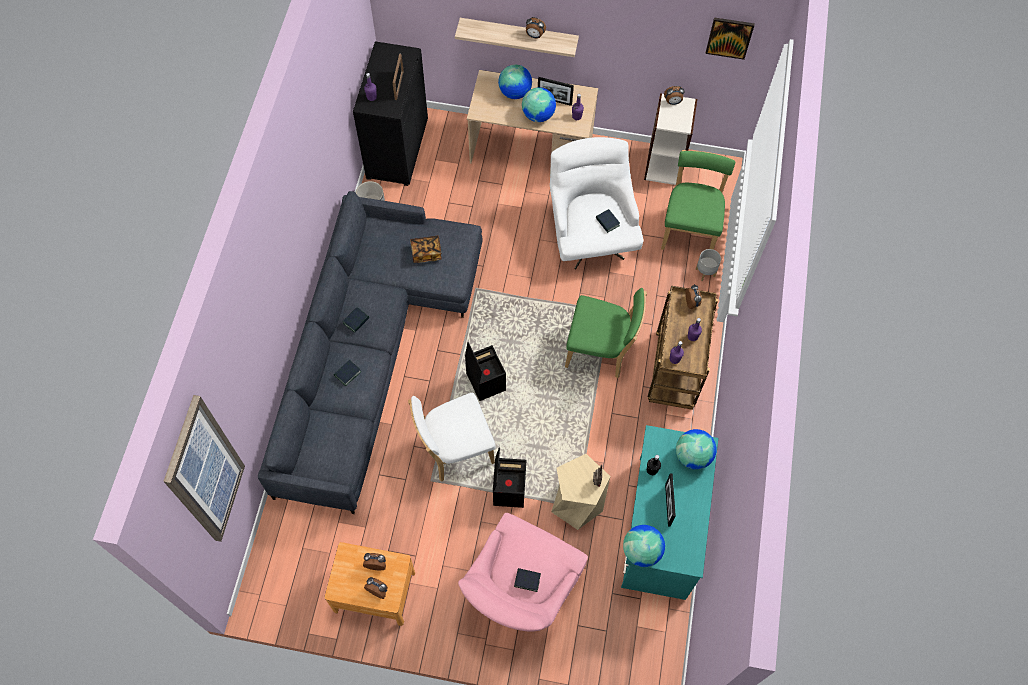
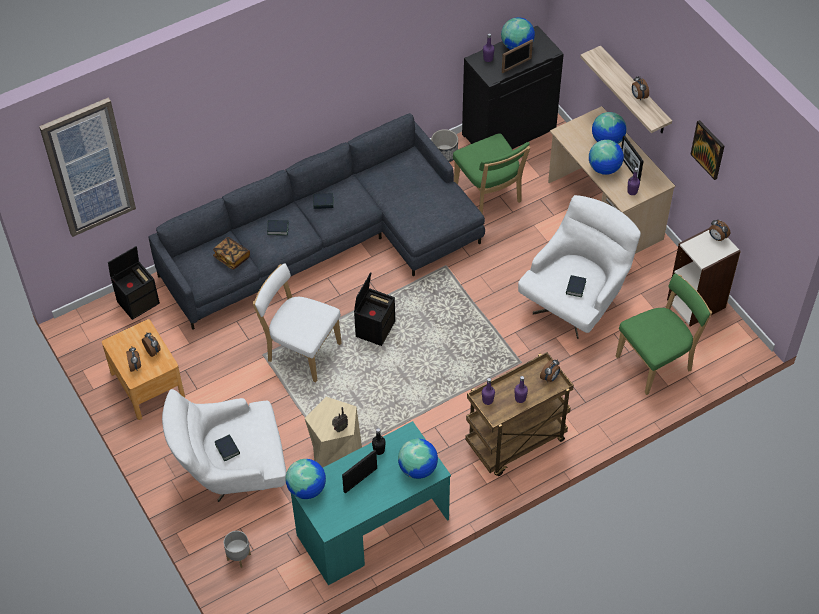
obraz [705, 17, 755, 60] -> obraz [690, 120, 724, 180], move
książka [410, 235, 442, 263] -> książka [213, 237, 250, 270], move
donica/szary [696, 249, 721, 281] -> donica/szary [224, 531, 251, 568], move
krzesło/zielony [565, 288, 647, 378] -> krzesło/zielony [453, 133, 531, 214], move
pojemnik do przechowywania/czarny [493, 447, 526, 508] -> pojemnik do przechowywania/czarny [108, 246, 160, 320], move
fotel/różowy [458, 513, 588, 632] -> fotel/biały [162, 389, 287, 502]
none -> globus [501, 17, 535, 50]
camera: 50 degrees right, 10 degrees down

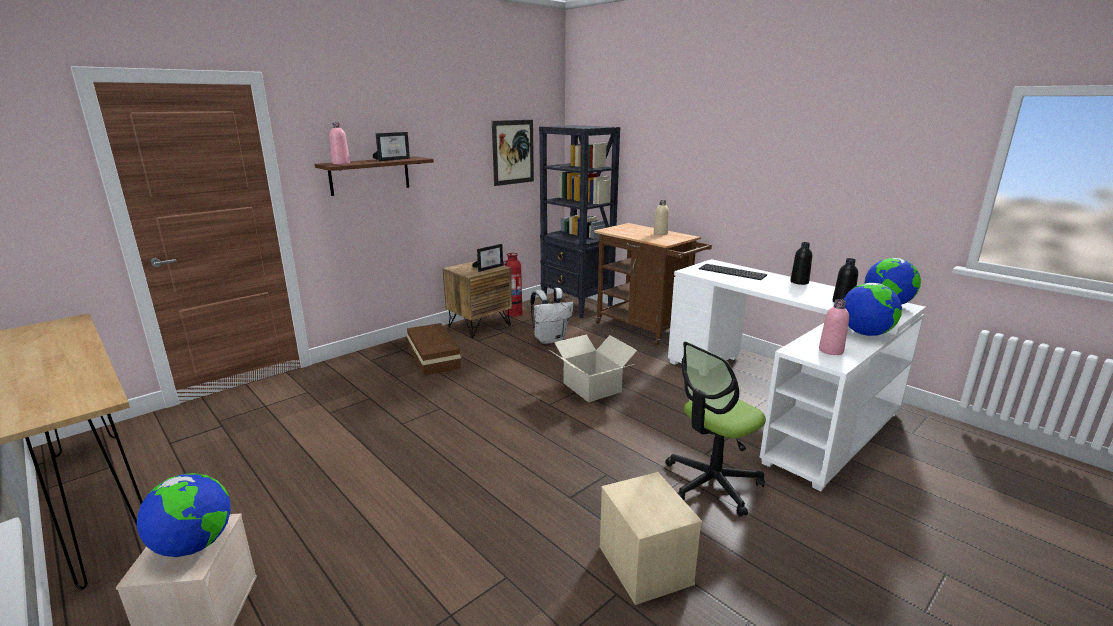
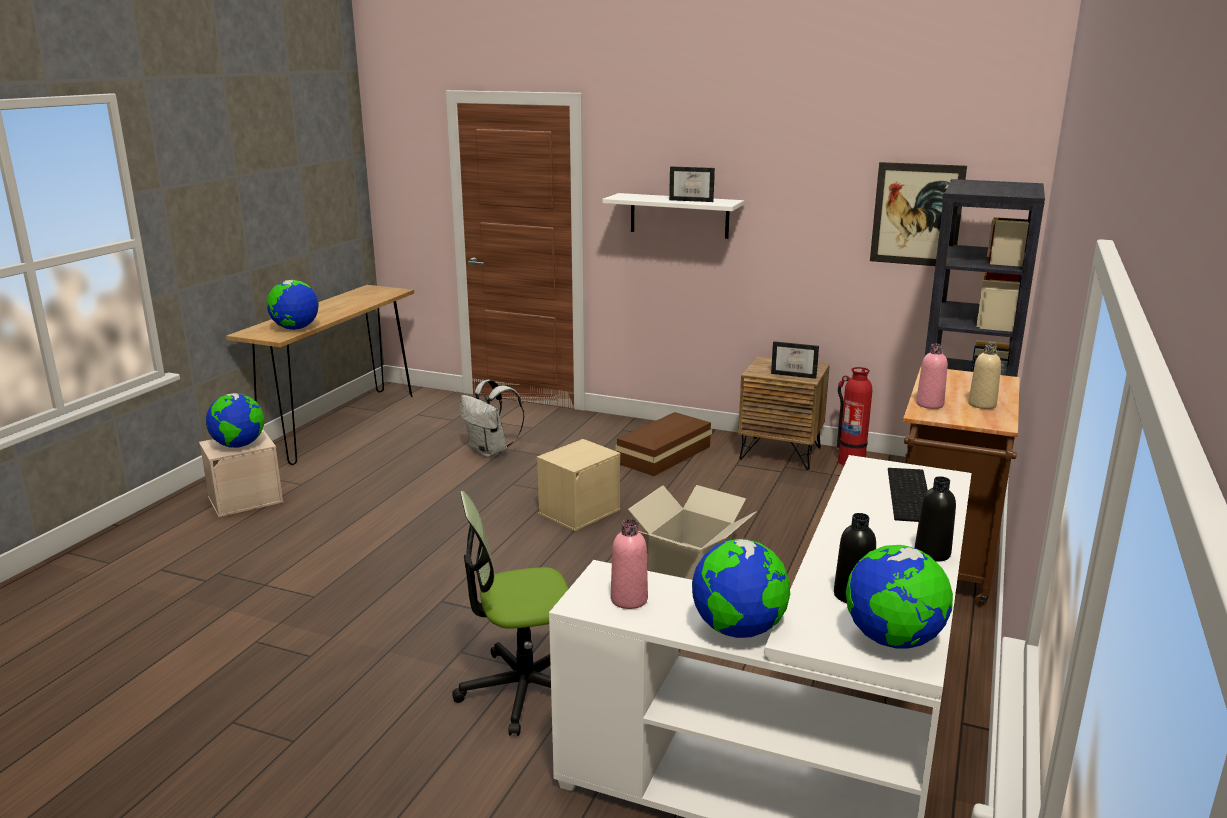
butelka/różowy [329, 122, 350, 165] -> butelka/różowy [916, 344, 948, 409], move
półka/brązowy [315, 157, 434, 196] -> półka/biały [602, 193, 744, 239]
plecak/biały [530, 288, 574, 344] -> plecak/biały [460, 380, 524, 458], move
krzesło biurowe [665, 341, 766, 517] -> krzesło biurowe [452, 491, 569, 736], 45 degrees counterclockwise
pojemnik do przechowywania/beżowy [599, 472, 702, 605] -> pojemnik do przechowywania/beżowy [537, 439, 621, 531], move
none -> globus [267, 280, 319, 330]
camera: 65 degrees right, 0 degrees up

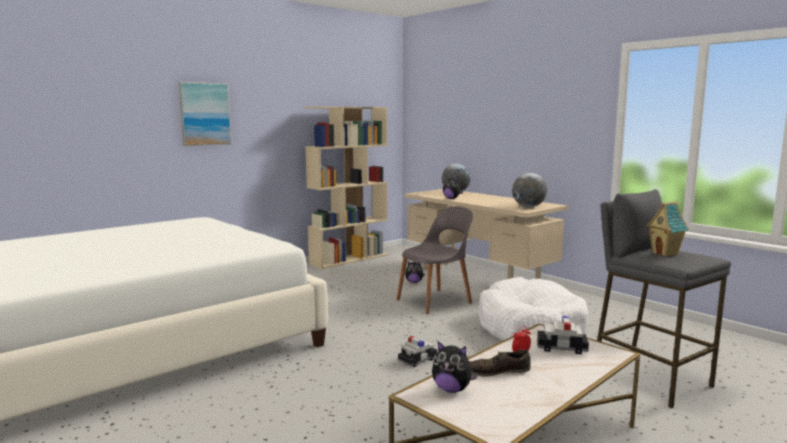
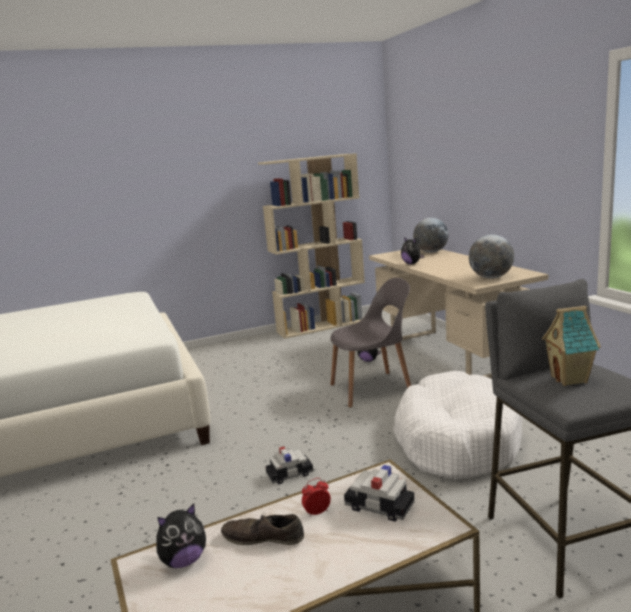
obraz [178, 82, 232, 146] -> none
pluszak [432, 341, 478, 393] -> pluszak [156, 504, 206, 568], 75 degrees counterclockwise
camera: 20 degrees right, 5 degrees up

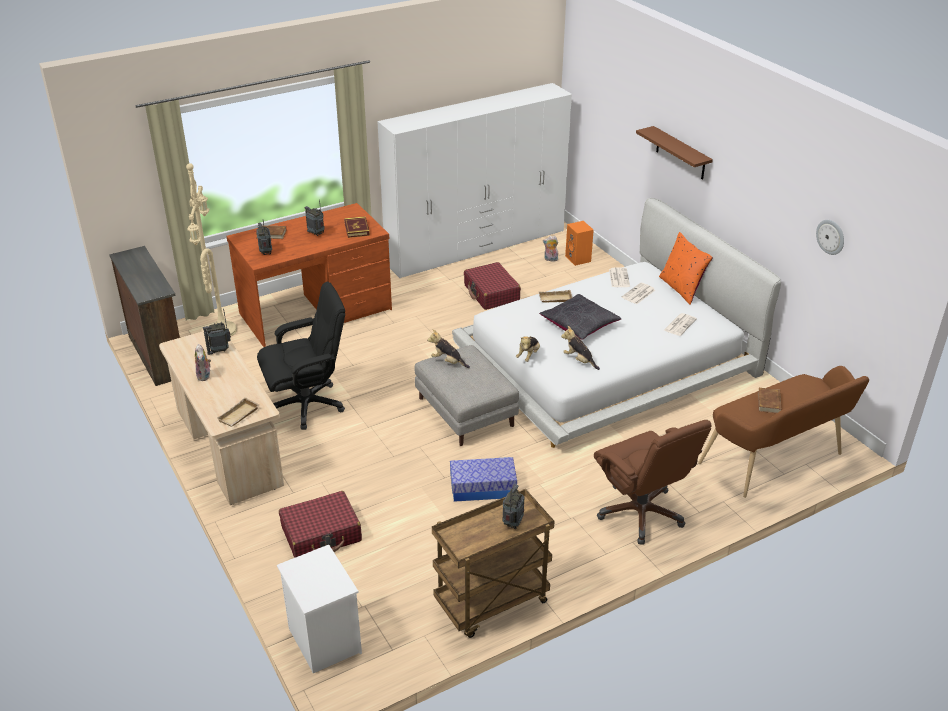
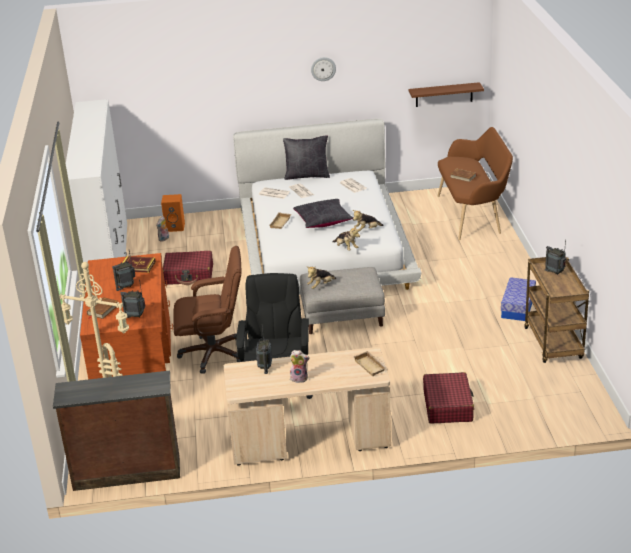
półka/brązowy [636, 126, 713, 179] -> półka/brązowy [409, 82, 484, 107], move
zegar ścienny [816, 220, 844, 255] -> zegar ścienny [311, 57, 336, 81], move
poduszka/pomarańczowy [659, 232, 713, 305] -> poduszka/czarny [283, 136, 330, 180]
krzesło biurowe/brązowy [594, 420, 712, 545] -> krzesło biurowe/brązowy [173, 246, 242, 374], move
pojemnik do przechowywania [450, 457, 517, 502] -> pojemnik do przechowywania [501, 277, 536, 321], move
szafka nocna/biały [277, 545, 362, 673] -> none
camera: 65 degrees left, 5 degrees down

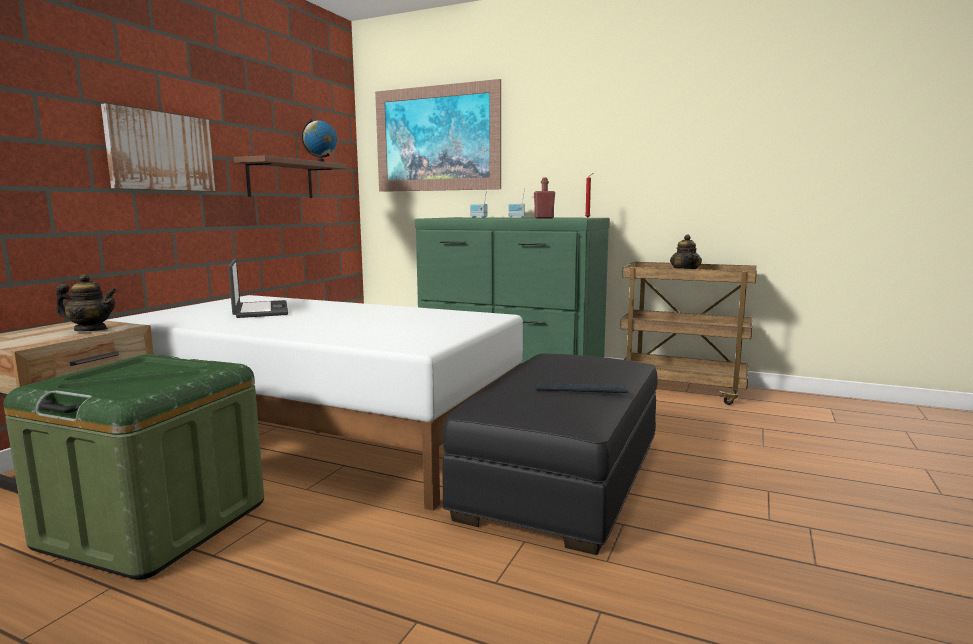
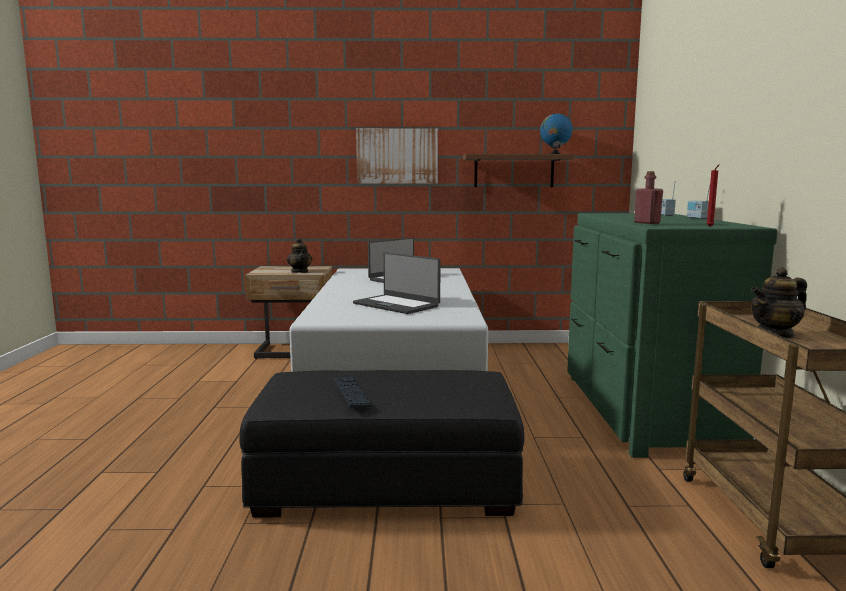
obraz [375, 79, 501, 192] -> none
pojemnik do przechowywania/zielony [4, 354, 264, 580] -> none
none -> laptop [353, 252, 440, 314]
camera: 65 degrees right, 0 degrees up

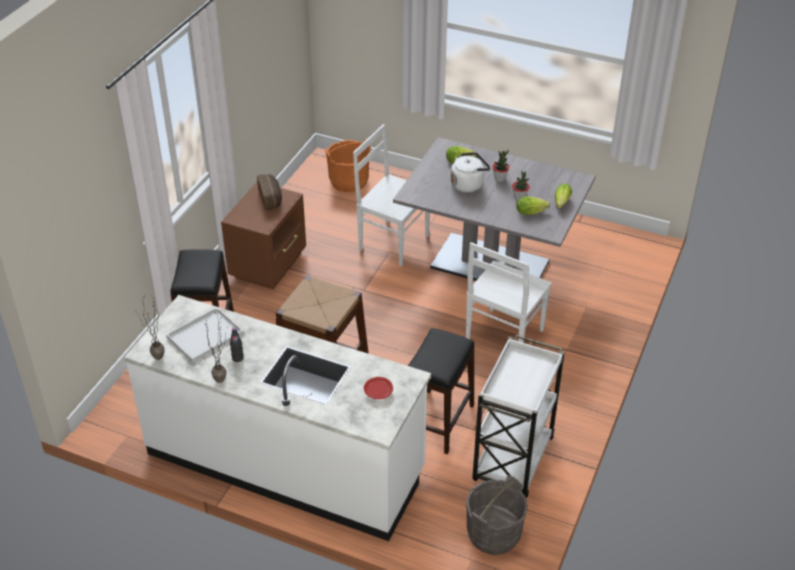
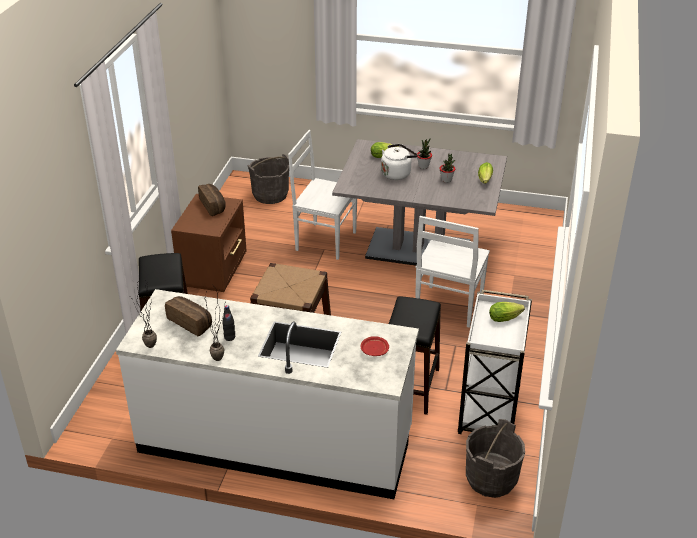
wiadro/pomarańczowy [325, 139, 371, 192] -> wiadro/szary [247, 154, 289, 204]
sałata [517, 197, 550, 215] -> sałata [489, 302, 525, 322], move
taca/biały [166, 307, 244, 363] -> chleb [165, 296, 212, 336]
camera: 10 degrees left, 5 degrees down

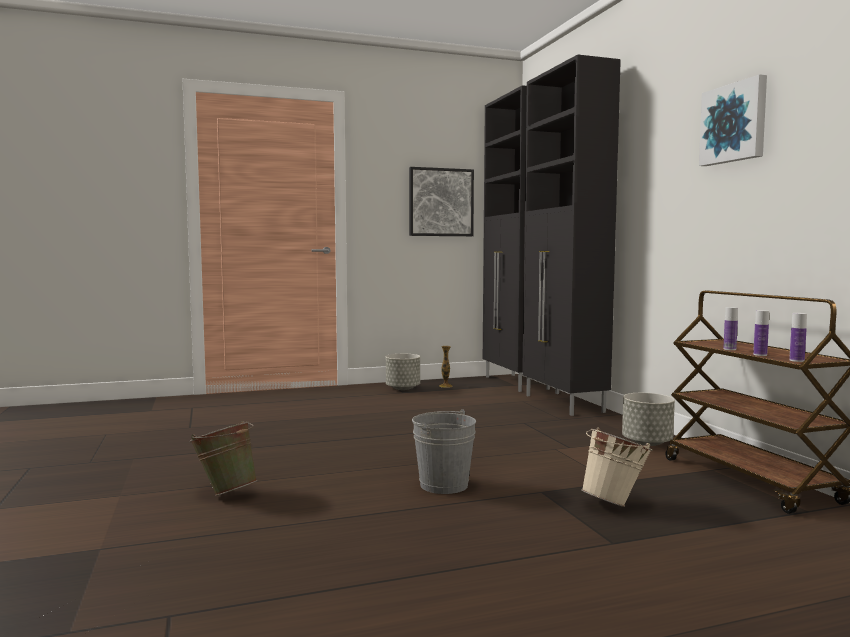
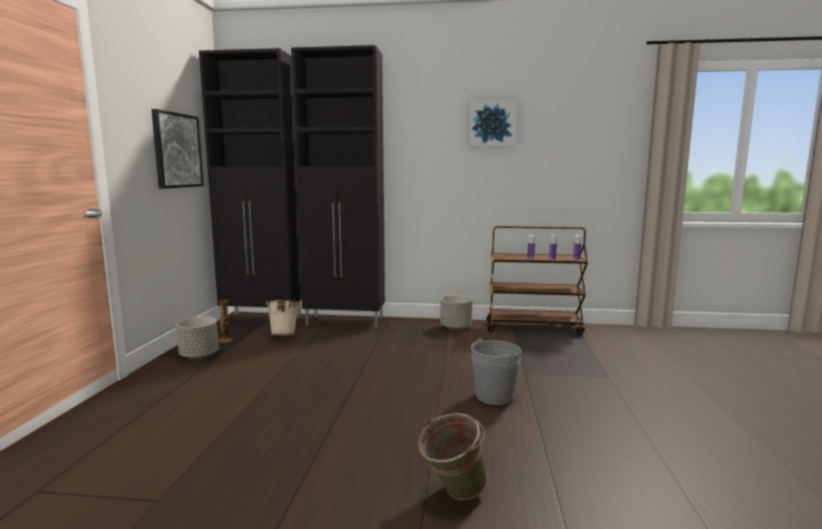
wiadro/beżowy [581, 428, 653, 507] -> wiadro/beżowy [265, 300, 301, 336], move
camera: 65 degrees left, 5 degrees up

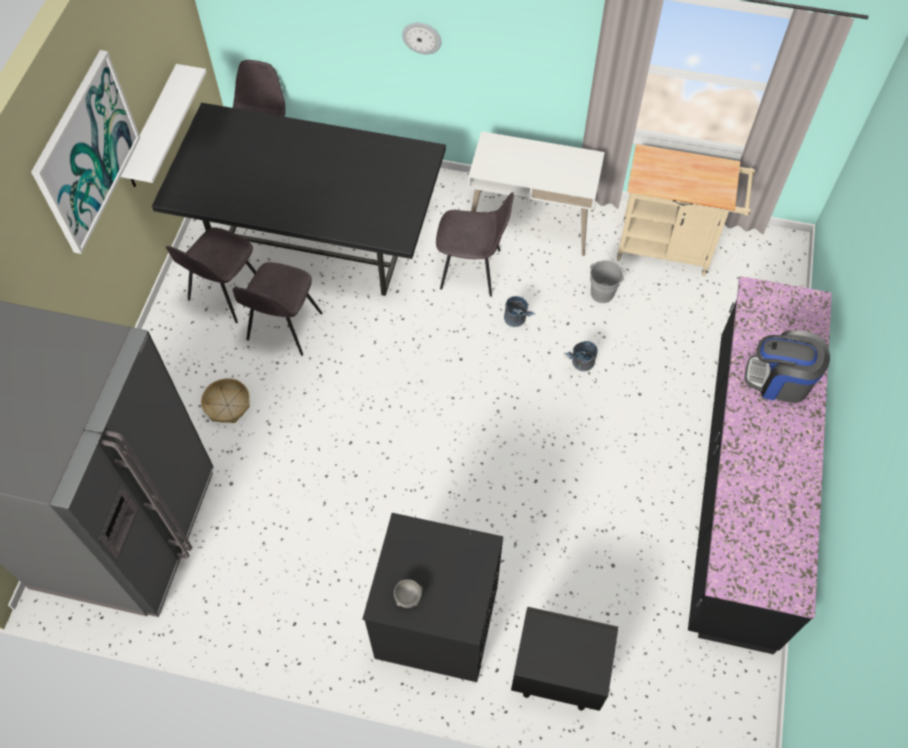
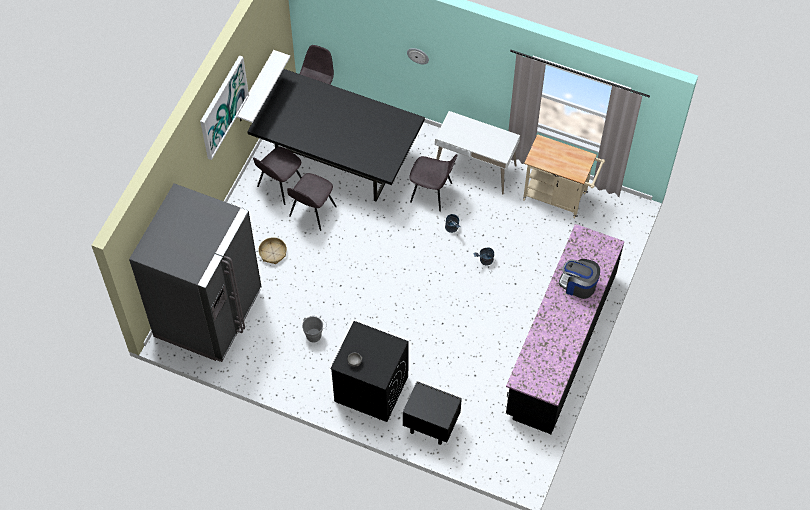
wiadro/szary [590, 260, 626, 303] -> wiadro/szary [302, 316, 327, 343], move
camera: 10 degrees right, 0 degrees up

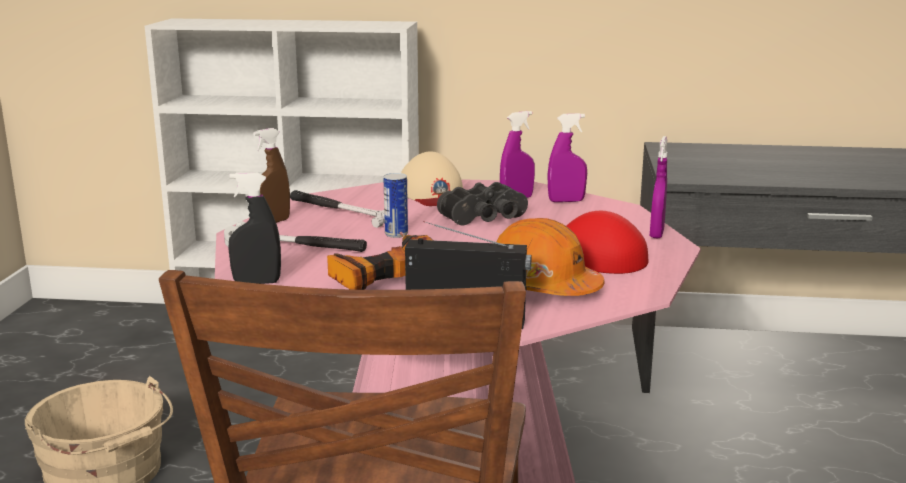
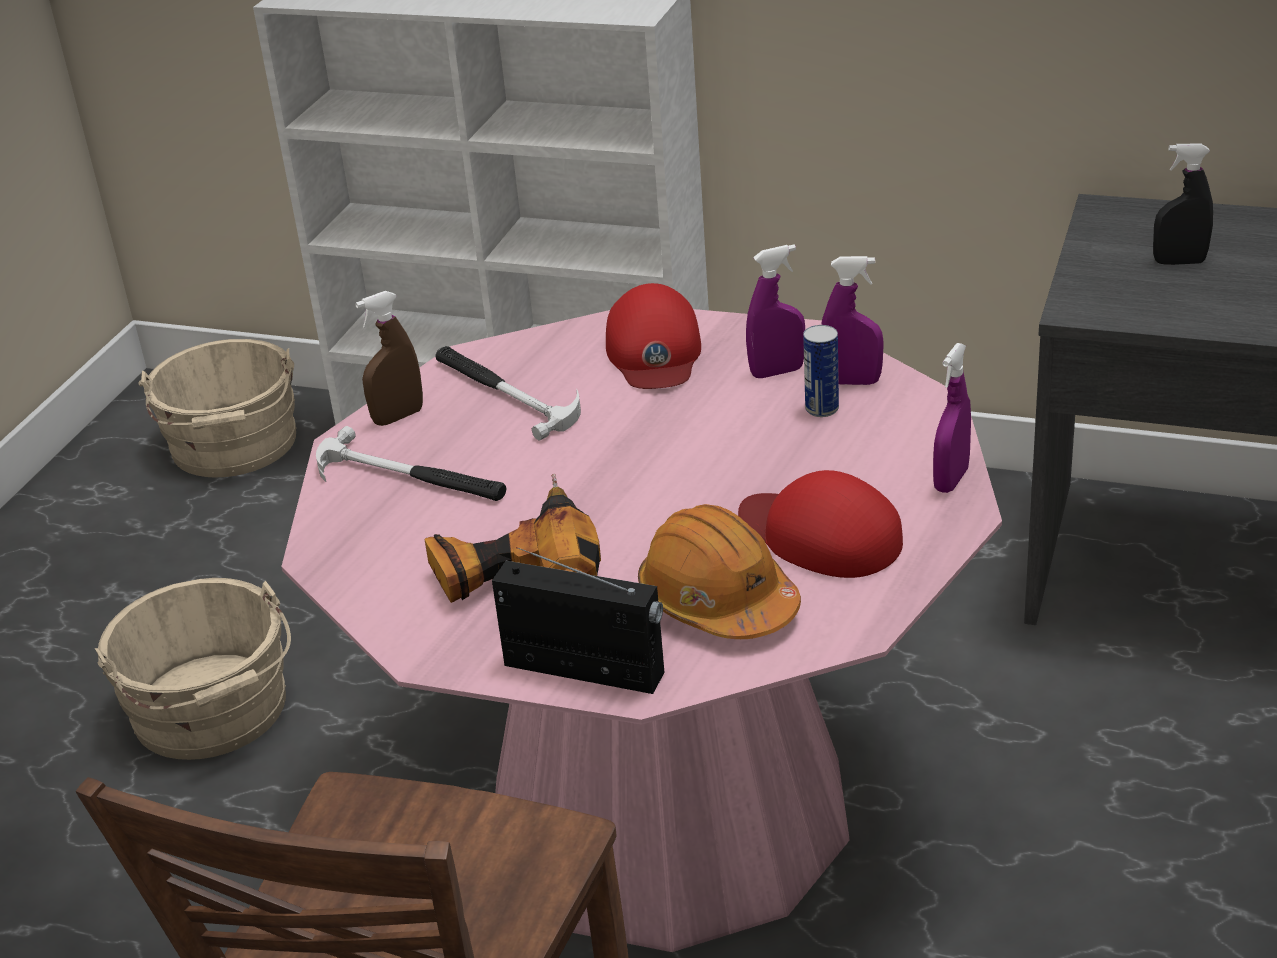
czapka z daszkiem/beżowy [401, 151, 463, 206] -> czapka z daszkiem/czerwony [606, 283, 701, 389]
spryskiwacz/czarny [228, 172, 281, 284] -> spryskiwacz/czarny [1153, 143, 1213, 265], move
puszka [383, 173, 408, 238] -> puszka [803, 325, 839, 417], move
lornetka/czarny [437, 182, 528, 225] -> none
none -> wiadro/beżowy [139, 339, 296, 478]
camera: 15 degrees right, 15 degrees up

